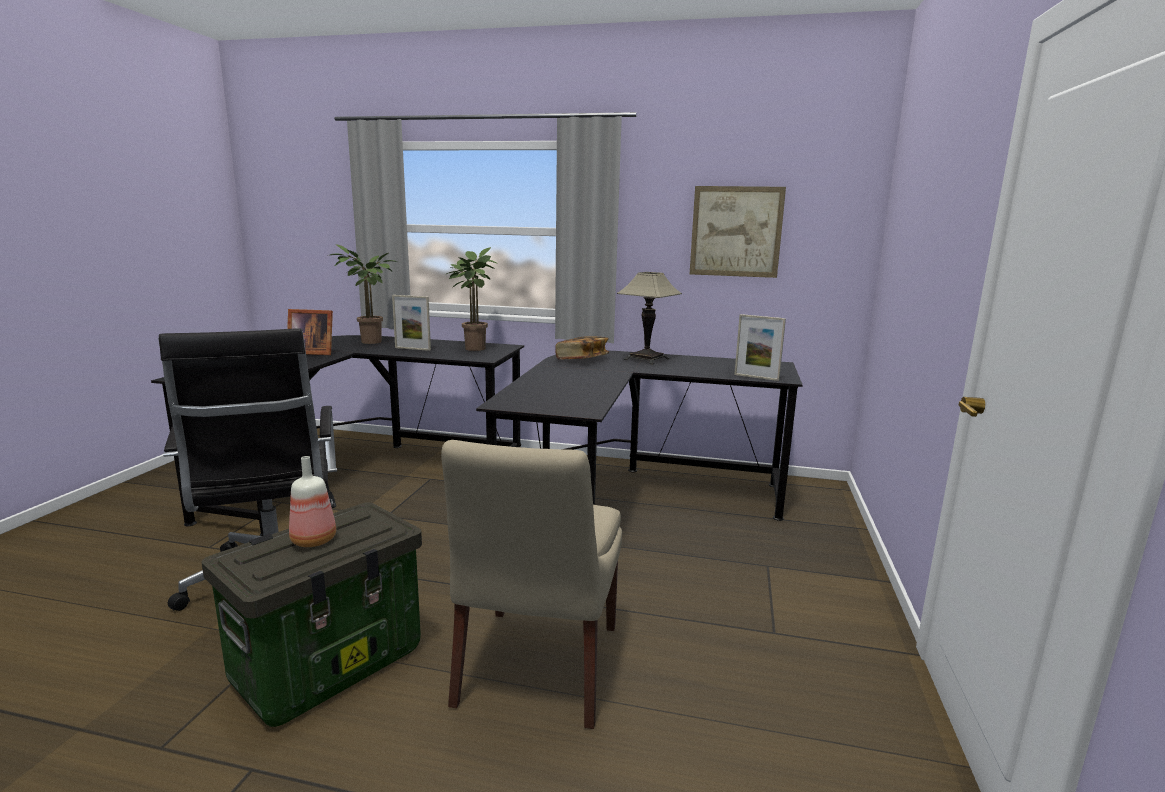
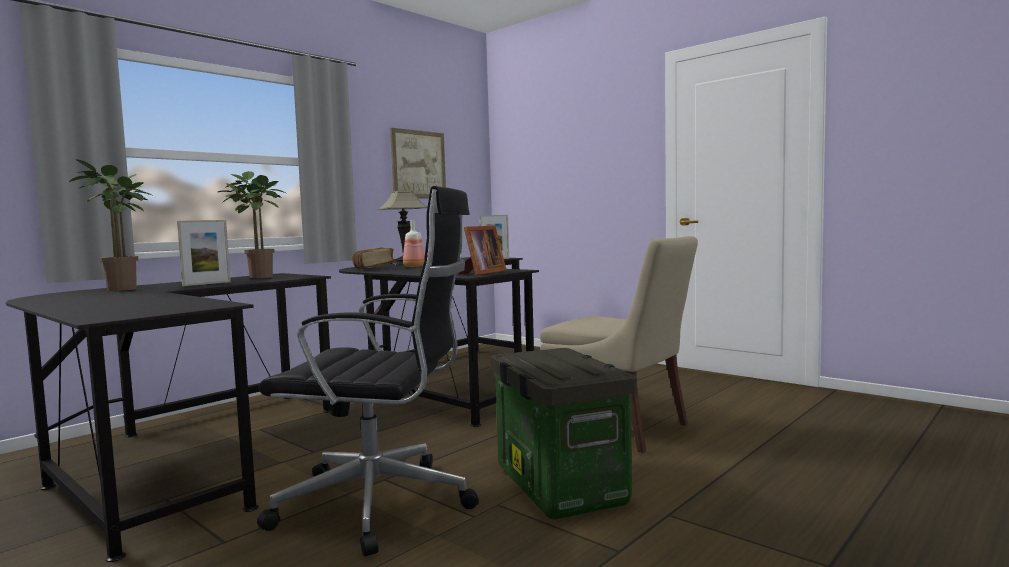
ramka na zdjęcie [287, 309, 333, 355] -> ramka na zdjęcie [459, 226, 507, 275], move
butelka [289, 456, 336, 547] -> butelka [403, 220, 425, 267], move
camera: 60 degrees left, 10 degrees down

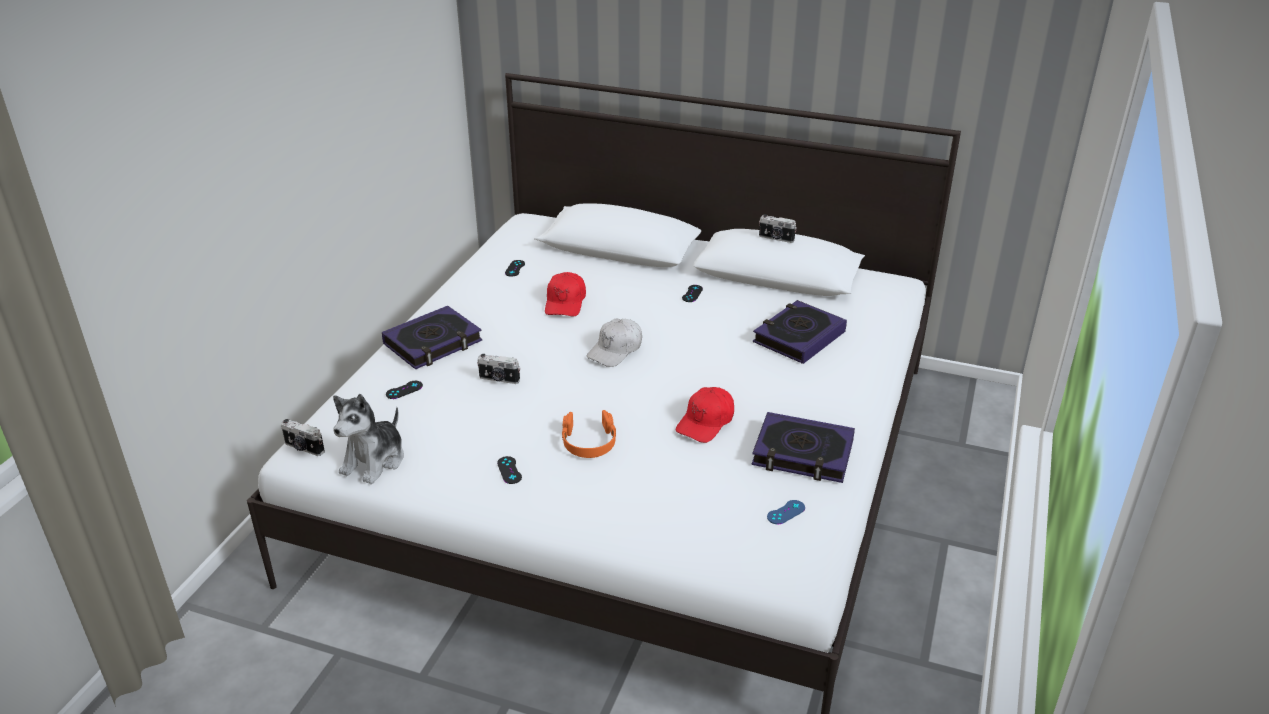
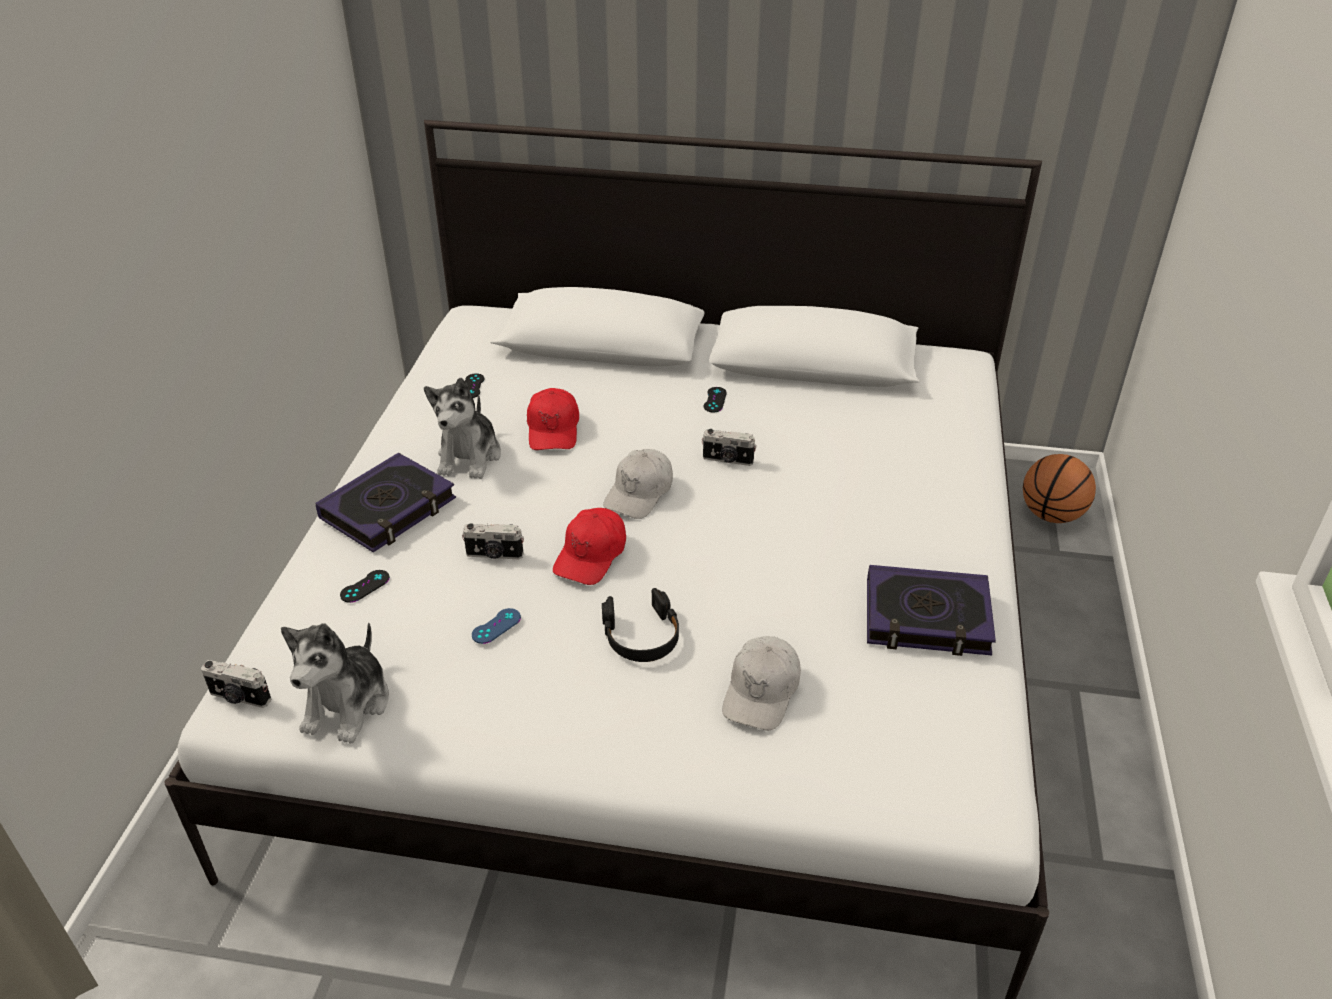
aparat fotograficzny [759, 214, 797, 243] -> aparat fotograficzny [702, 429, 757, 466], move
książka [753, 300, 847, 364] -> none
czapka z daszkiem/czerwony [676, 387, 734, 443] -> czapka z daszkiem/czerwony [553, 508, 626, 585], move
słuchawki/pomarańczowy [562, 410, 616, 458] -> słuchawki/czarny [602, 588, 679, 662]
pad do gier/czarny [497, 456, 522, 484] -> none
pad do gier/niebieski [767, 500, 805, 525] -> pad do gier/niebieski [472, 608, 521, 644], move
none -> pluszak [424, 378, 501, 479]
none -> piłka do koszykówki [1023, 454, 1096, 523]
none -> czapka z daszkiem/biały [722, 636, 801, 730]
camera: 10 degrees left, 5 degrees up

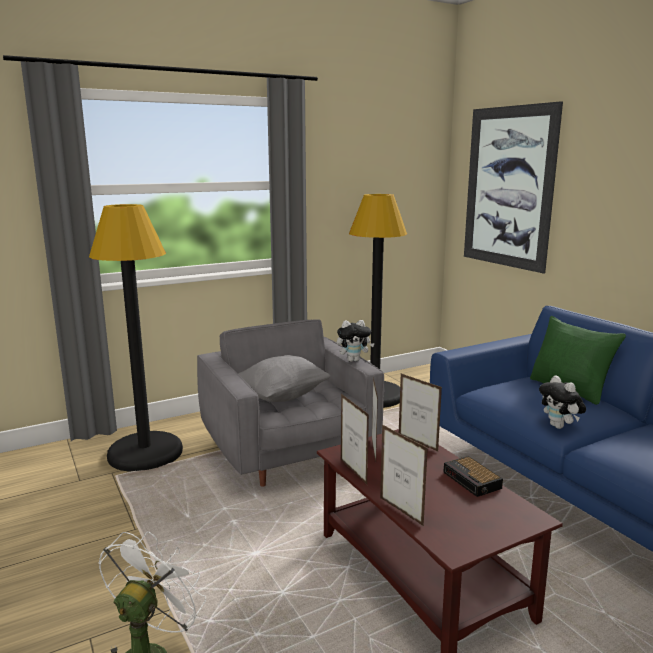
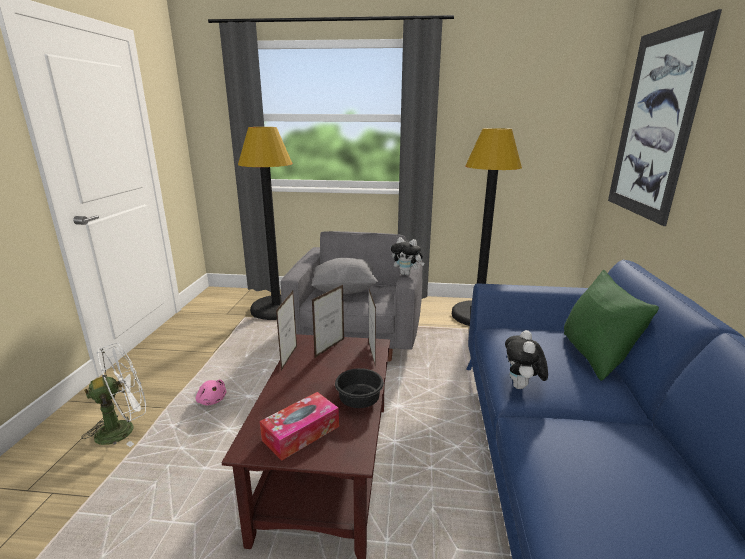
ramka na zdjęcie [380, 425, 428, 526] -> none
budzik [444, 456, 503, 497] -> miska/czarny [335, 368, 384, 408]
none -> pluszak/różowy [196, 379, 226, 406]
none -> pudełko chusteczek [260, 392, 339, 461]
camera: 35 degrees right, 5 degrees up

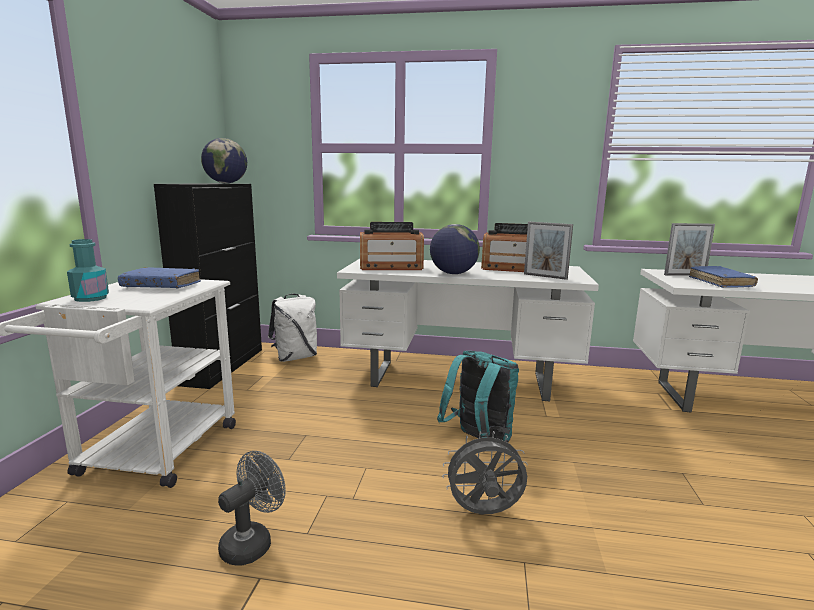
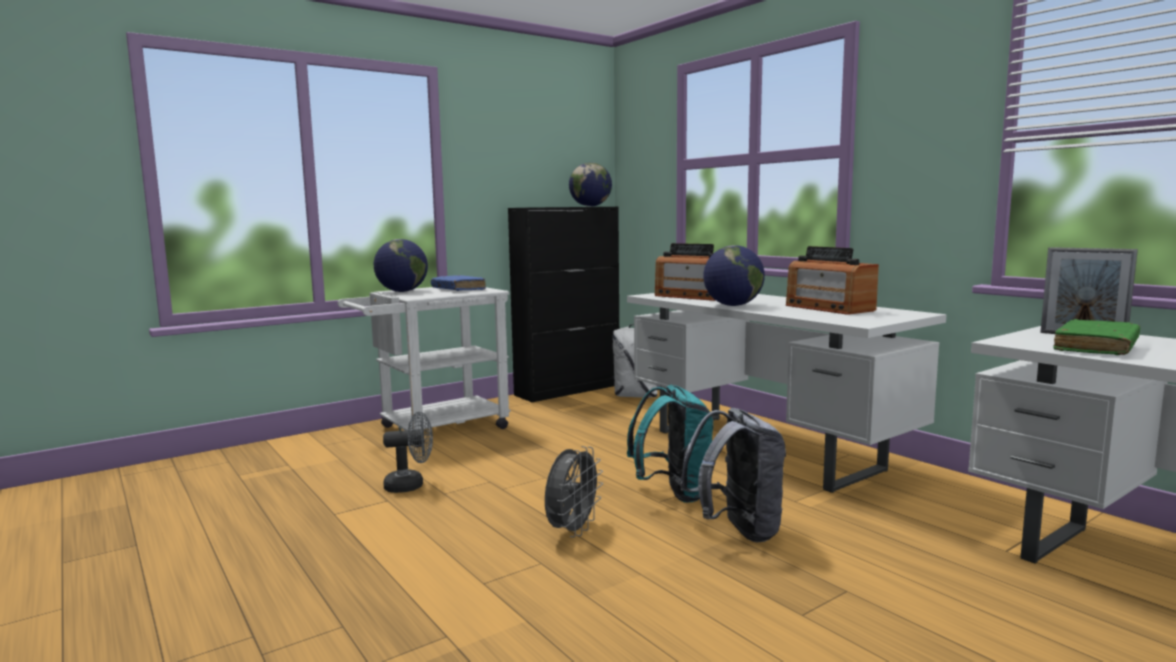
ramka na zdjęcie [524, 222, 573, 280] -> none
butelka/turkusowy [67, 239, 109, 302] -> globus [374, 239, 428, 292]
książka/niebieski [689, 266, 758, 288] -> książka/zielony [1054, 319, 1140, 355]
wentylator/szary [442, 431, 528, 514] -> wentylator/szary [545, 446, 603, 537], 75 degrees clockwise
none -> plecak/szary [680, 408, 786, 542]
camera: 45 degrees right, 5 degrees down

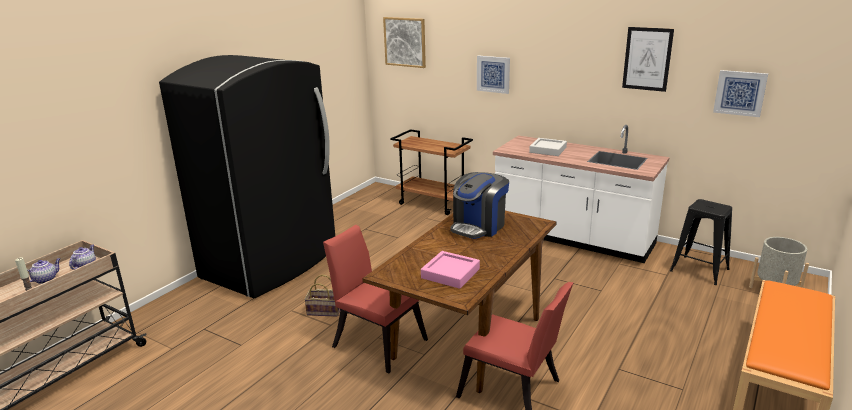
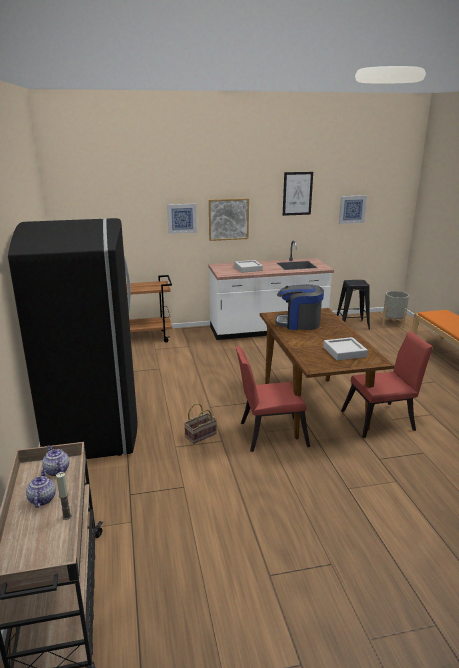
obraz [383, 17, 426, 68] -> obraz [209, 198, 249, 241], move
ekspres do kawy [450, 172, 509, 239] -> ekspres do kawy [275, 284, 324, 330], 105 degrees clockwise
taca/różowy [421, 251, 480, 289] -> taca/szary [323, 337, 368, 361]
camera: 45 degrees left, 0 degrees up

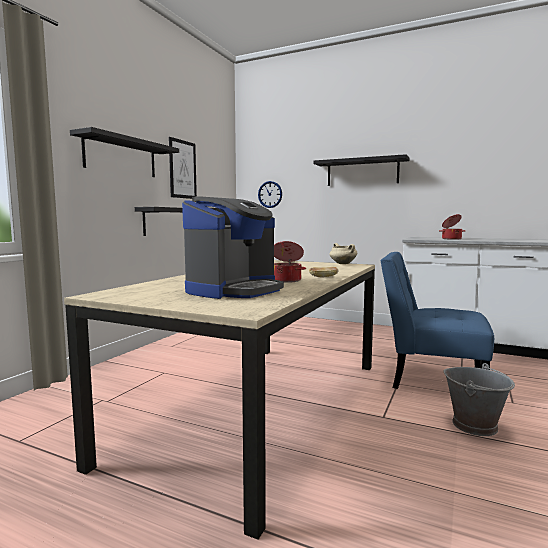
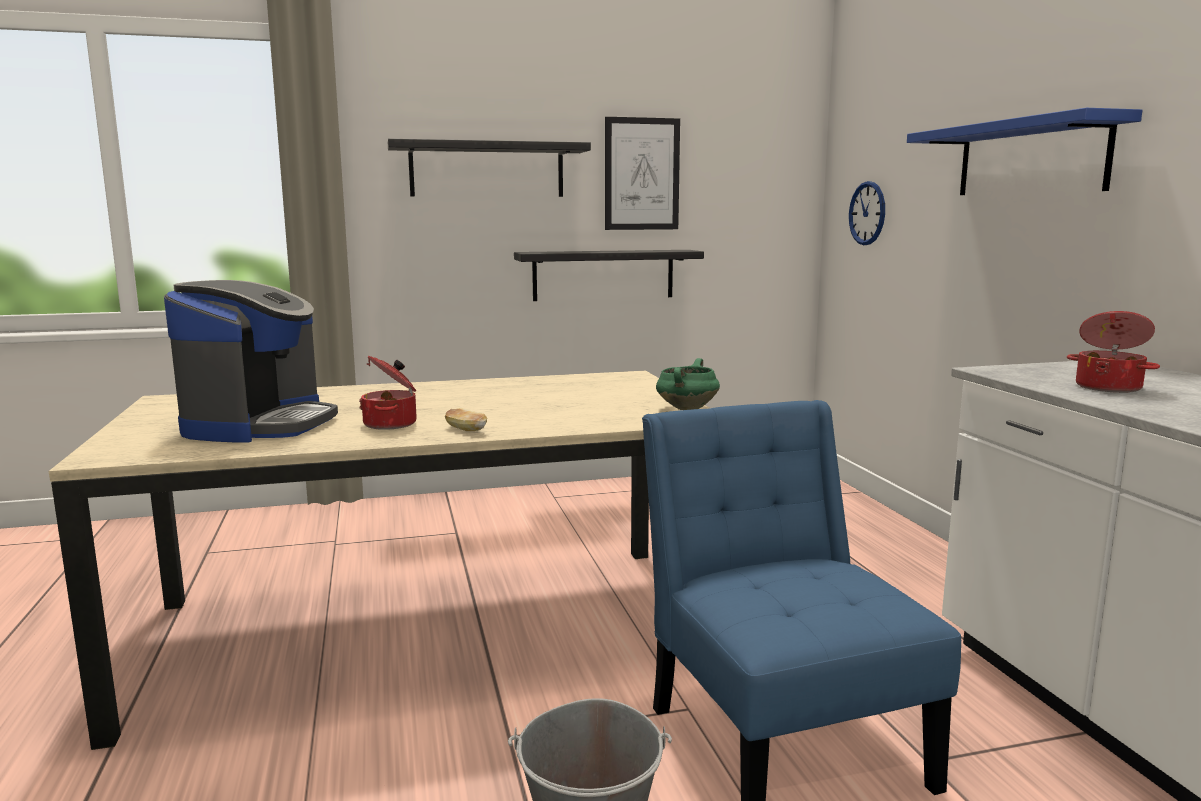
półka/czarny [314, 154, 409, 186] -> półka/niebieski [907, 108, 1143, 195]
ekspres do kawy [182, 197, 284, 299] -> ekspres do kawy [164, 280, 338, 443], 75 degrees counterclockwise
garnek/beżowy [329, 243, 357, 264] -> garnek/zielony [656, 358, 720, 410]
camera: 50 degrees right, 5 degrees up

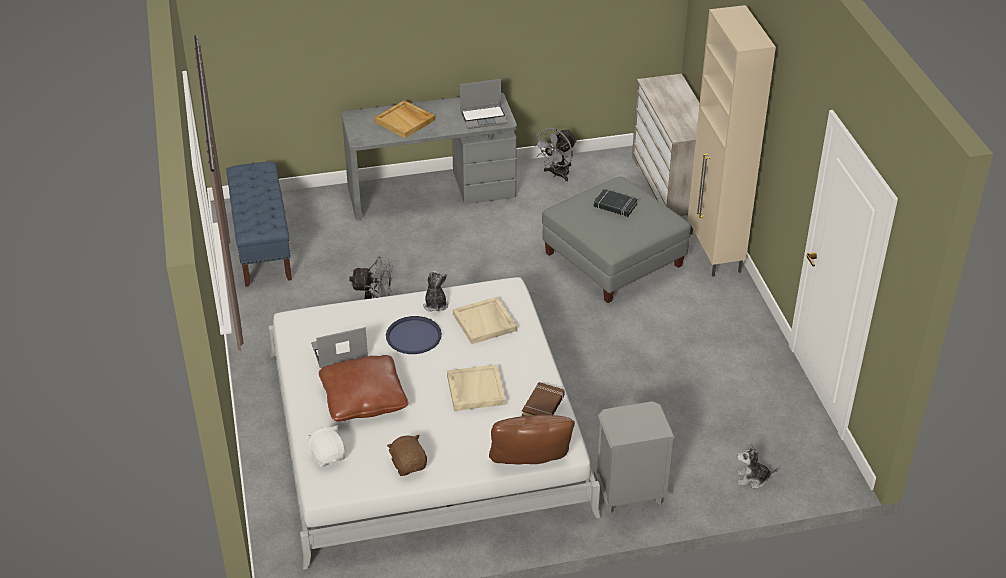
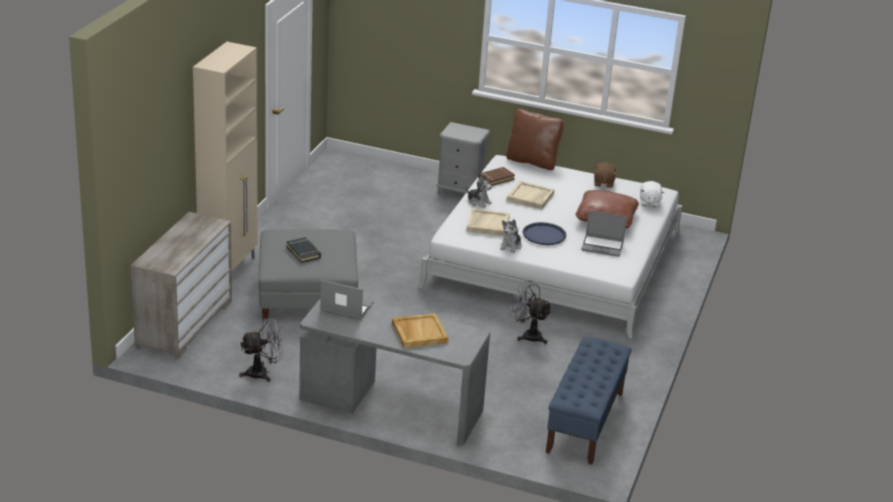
pluszak [737, 443, 777, 489] -> pluszak [466, 175, 492, 208], move
camera: 150 degrees left, 10 degrees down

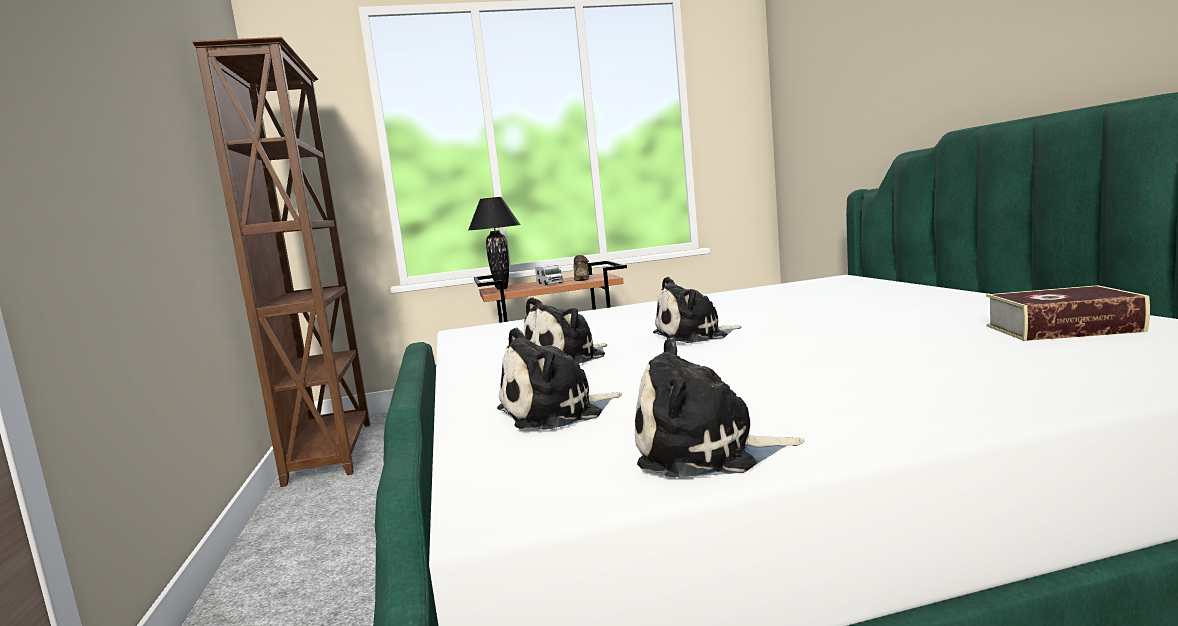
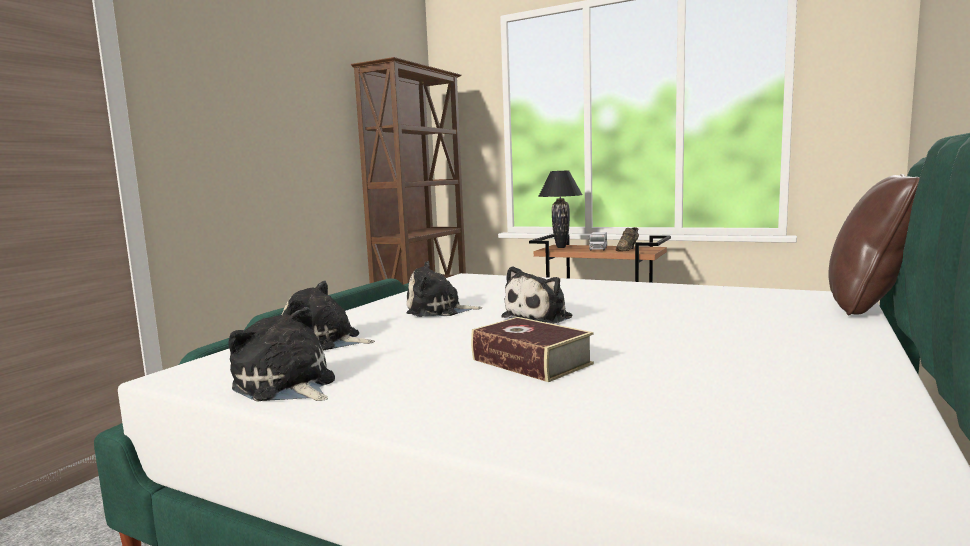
pluszak [653, 277, 742, 343] -> pluszak [501, 266, 572, 324], 75 degrees counterclockwise
książka [986, 285, 1150, 341] -> książka [471, 317, 594, 382], move
none -> poduszka/brązowy [828, 174, 920, 315]
camera: 40 degrees right, 0 degrees up

